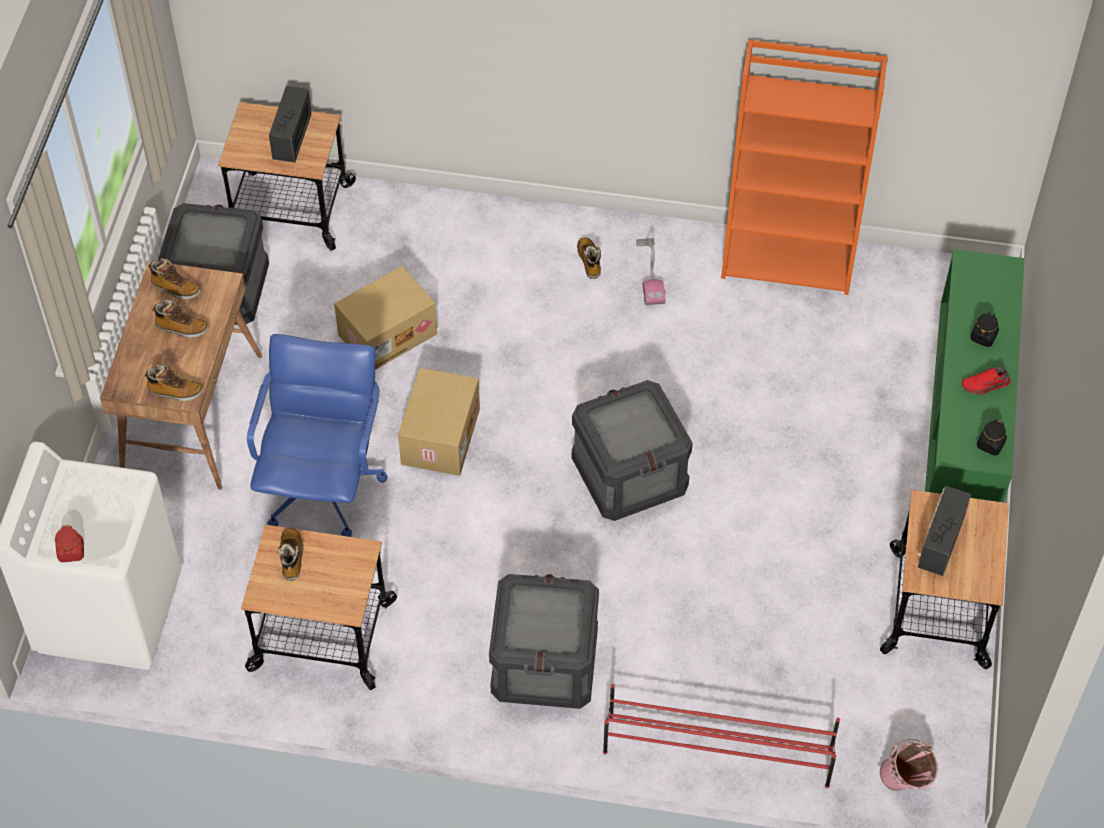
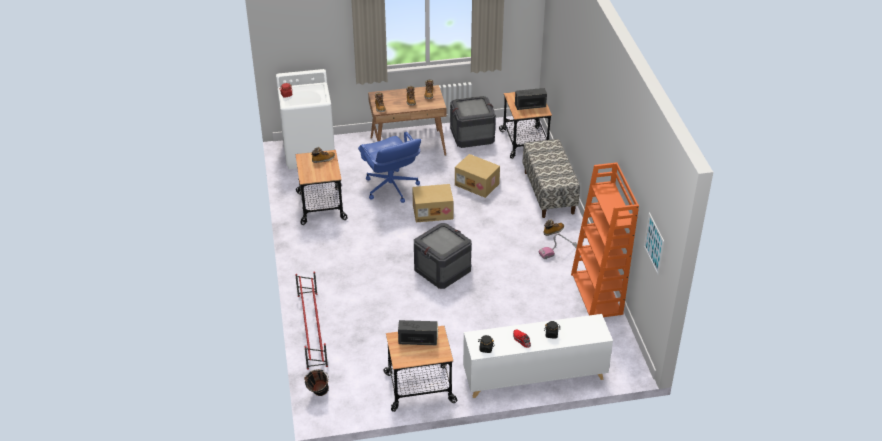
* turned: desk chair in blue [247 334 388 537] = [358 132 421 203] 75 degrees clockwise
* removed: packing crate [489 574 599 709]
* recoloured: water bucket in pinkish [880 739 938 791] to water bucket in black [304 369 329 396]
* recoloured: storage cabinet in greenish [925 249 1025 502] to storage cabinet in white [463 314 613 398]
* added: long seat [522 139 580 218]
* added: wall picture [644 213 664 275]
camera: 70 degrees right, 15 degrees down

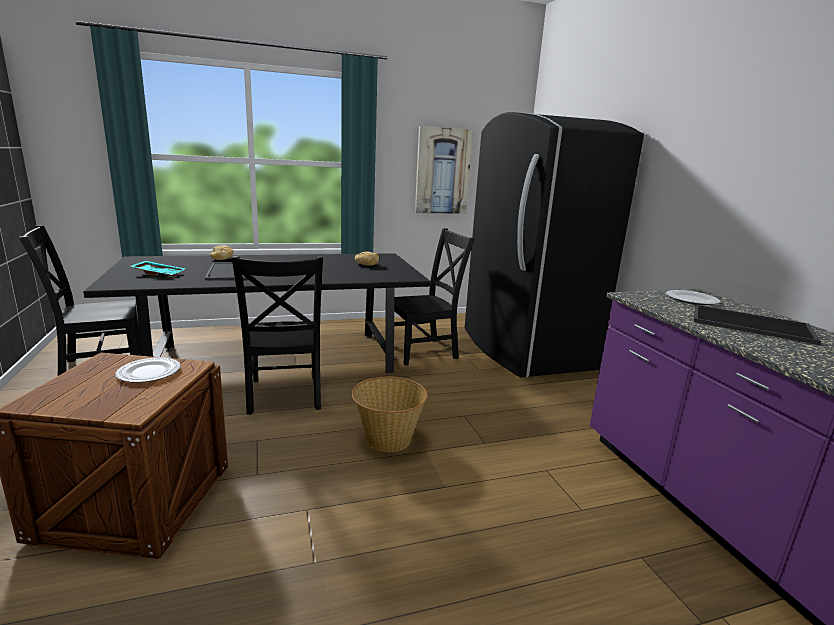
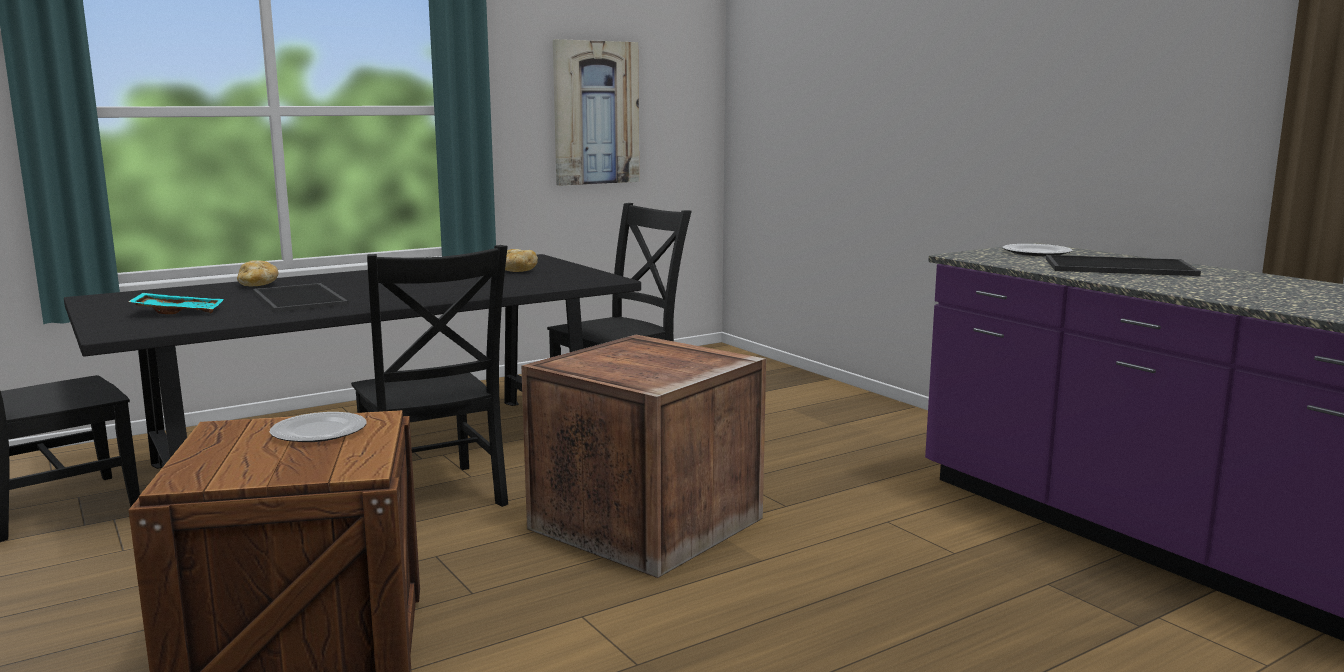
* replaced: basket [351 376 428 452] to packing crate [521 335 766 578]
* removed: fridge in black [465 112 644 378]
camera: 15 degrees left, 5 degrees down

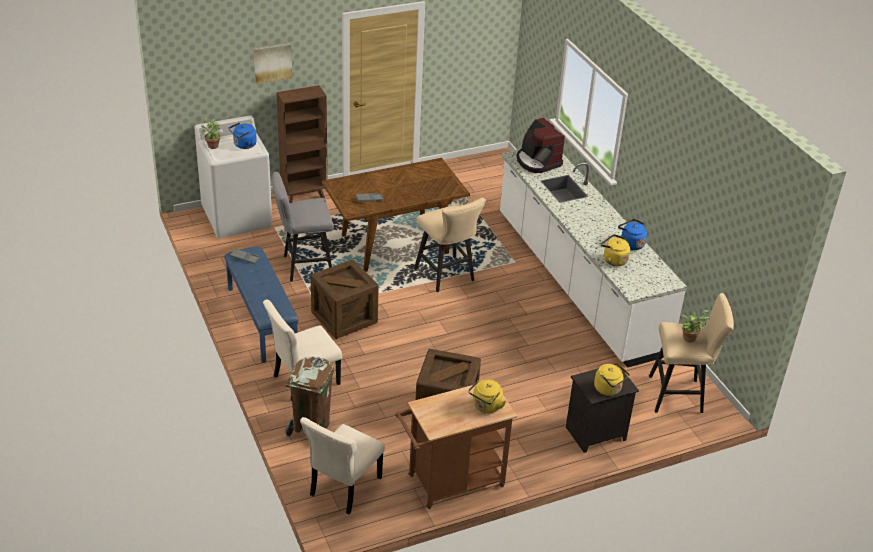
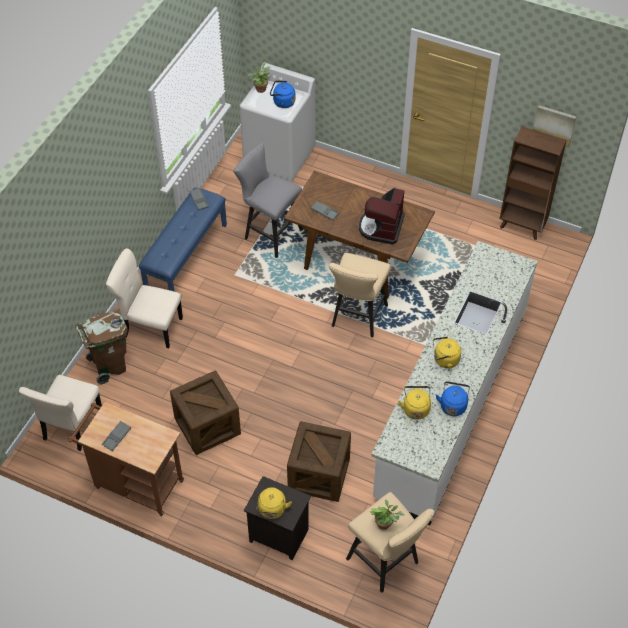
* moved: wall picture [254 43 292 84] to [533 105 577 147]
* moved: bookshelf in brownish [276 85 328 203] to [500 126 567 240]
* turned: chair in beige-coloured [300 417 385 514] = [19 374 102 451] 60 degrees counterclockwise
* moved: packing crate [310 259 379 339] to [287 421 351 502]
* moved: kettle in yellow-coloured [468 379 506 413] to [433 337 461 369]
* moved: coffee brewer [517 118 565 173] to [359 188 405 245]
* added: carrying tray in gray [102 421 131 451]
camera: 50 degrees right, 15 degrees up

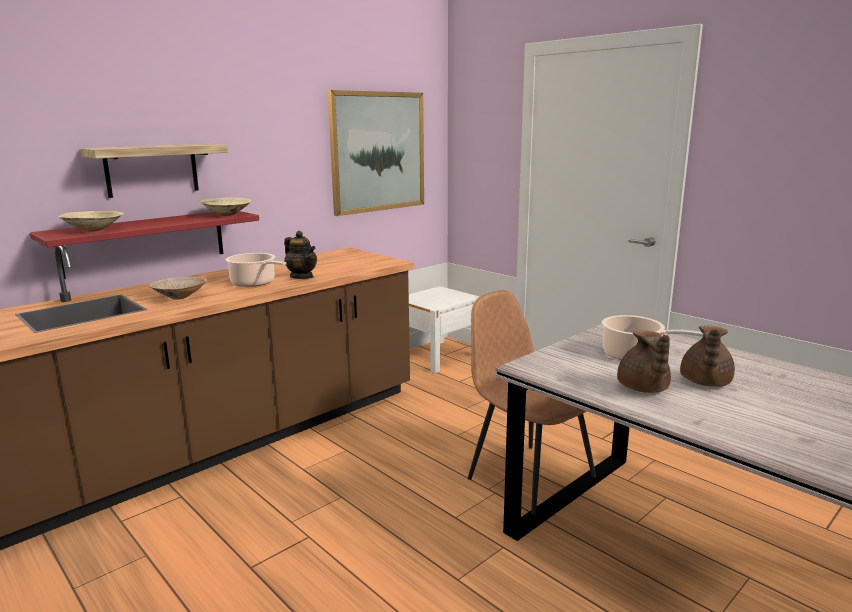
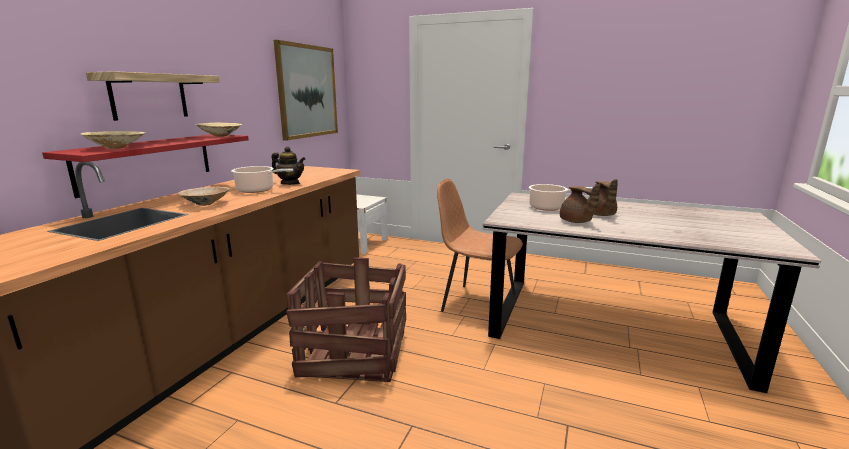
* added: packing crate [286 257 406 382]
camera: 25 degrees left, 0 degrees up

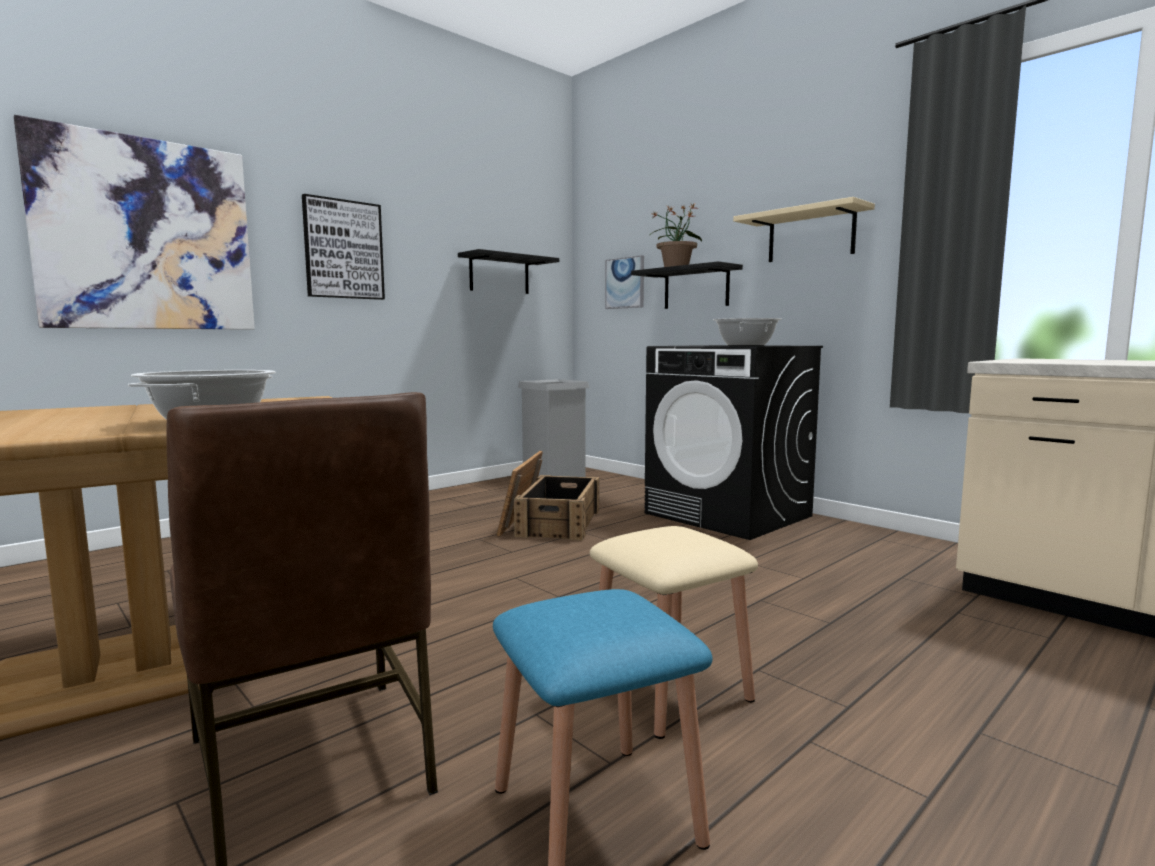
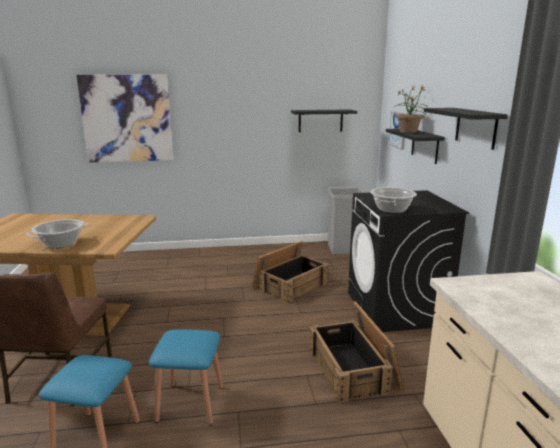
* removed: wall picture [302 194 385 300]
* recoloured: stool seat in beige-coloured [590 526 758 739] to stool seat in blue [149 329 223 426]
* recoloured: bracket shelf in beige-coloured [733 197 875 262] to bracket shelf in black [424 108 508 150]
* added: packing crate [309 301 404 403]
camera: 35 degrees right, 10 degrees up

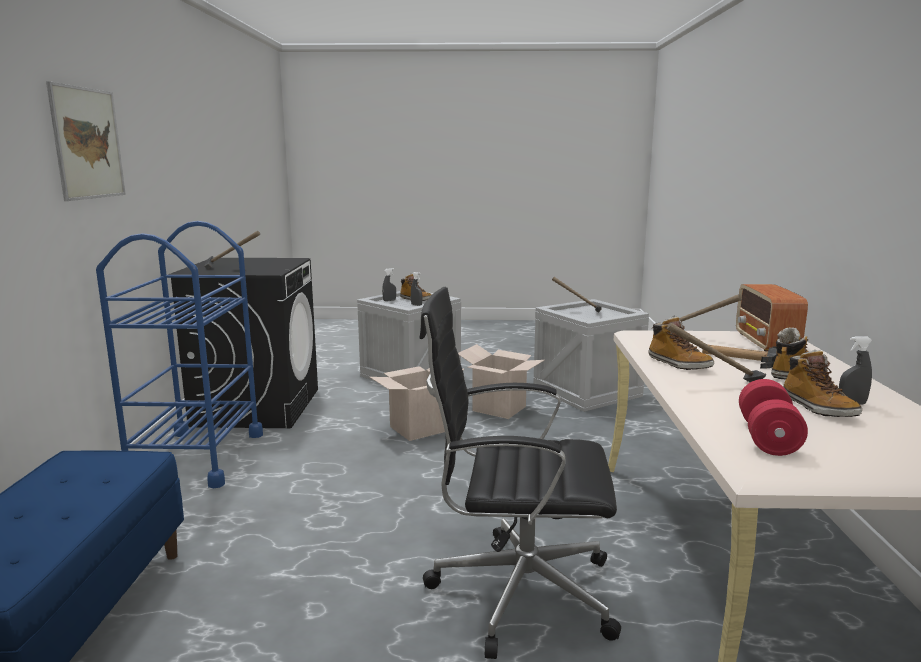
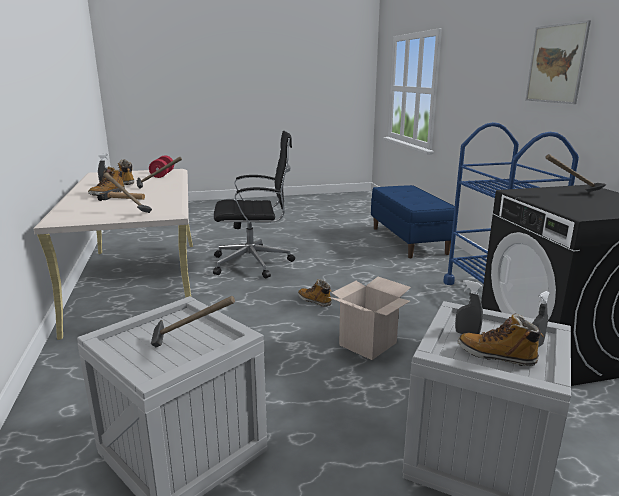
* removed: cardboard box [458 344 545 419]
* moved: high-top boot [648 316 714 370] to [298 279 332 307]
* removed: radio set [736 284 808 352]
camera: 165 degrees right, 5 degrees up

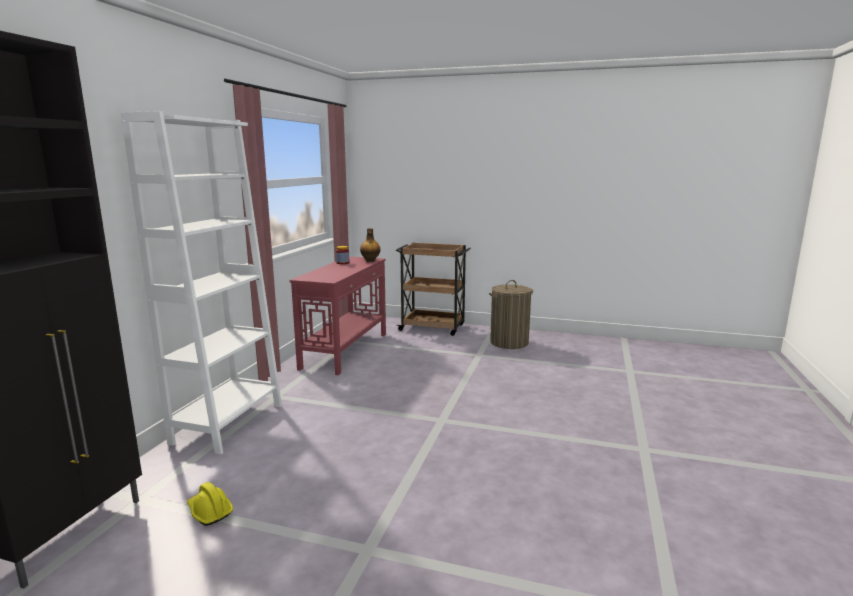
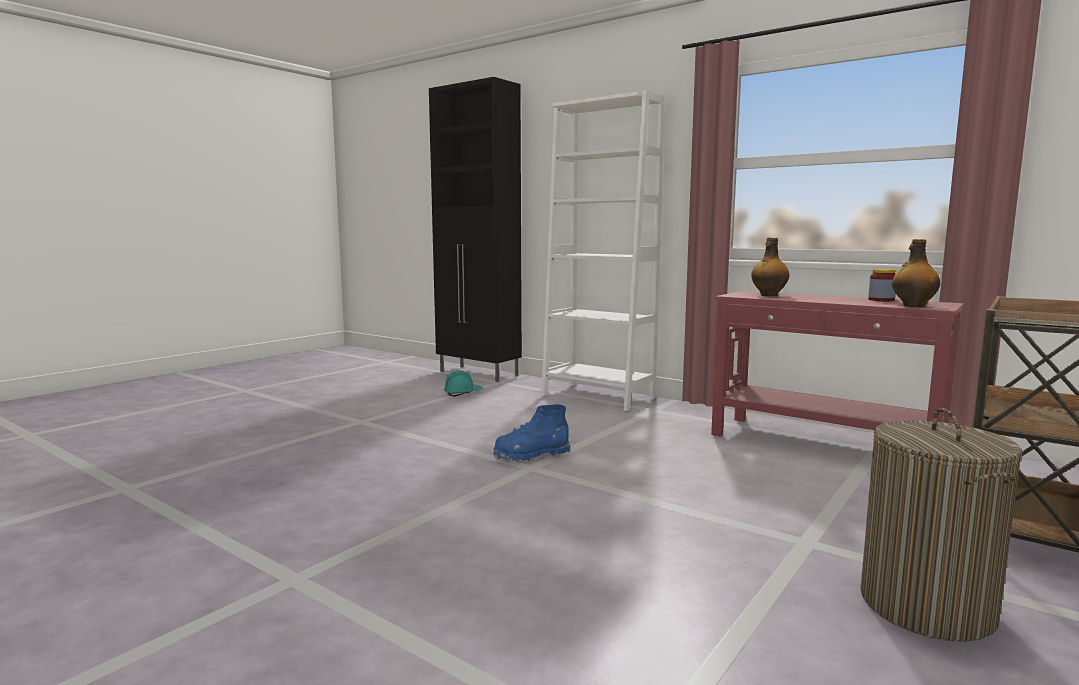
* recoloured: hard hat in yellow-coloured [187 482 233 526] to hard hat in blue-green [444 371 483 397]
* added: high-top boot in blue [493 404 571 463]
* added: beverage bottle [752 238 789 296]
camera: 110 degrees right, 5 degrees down

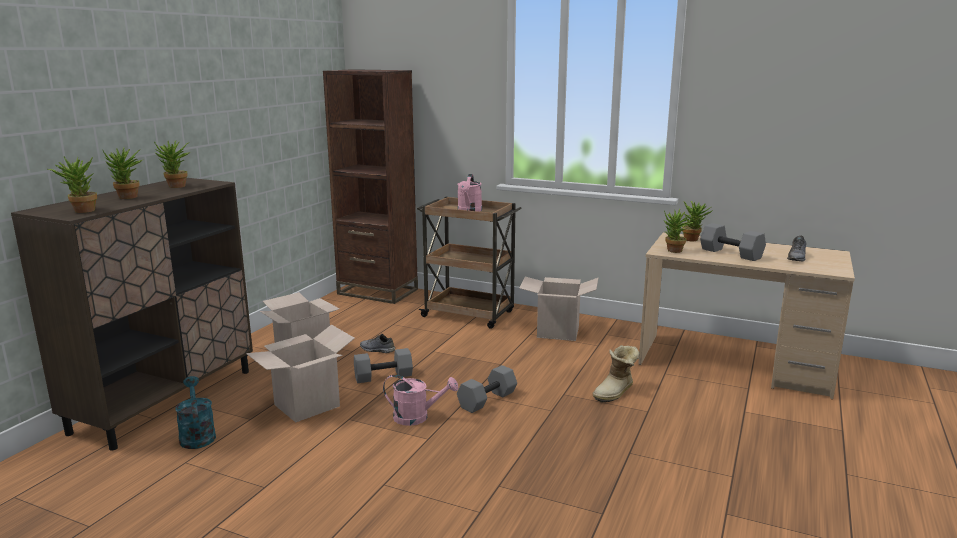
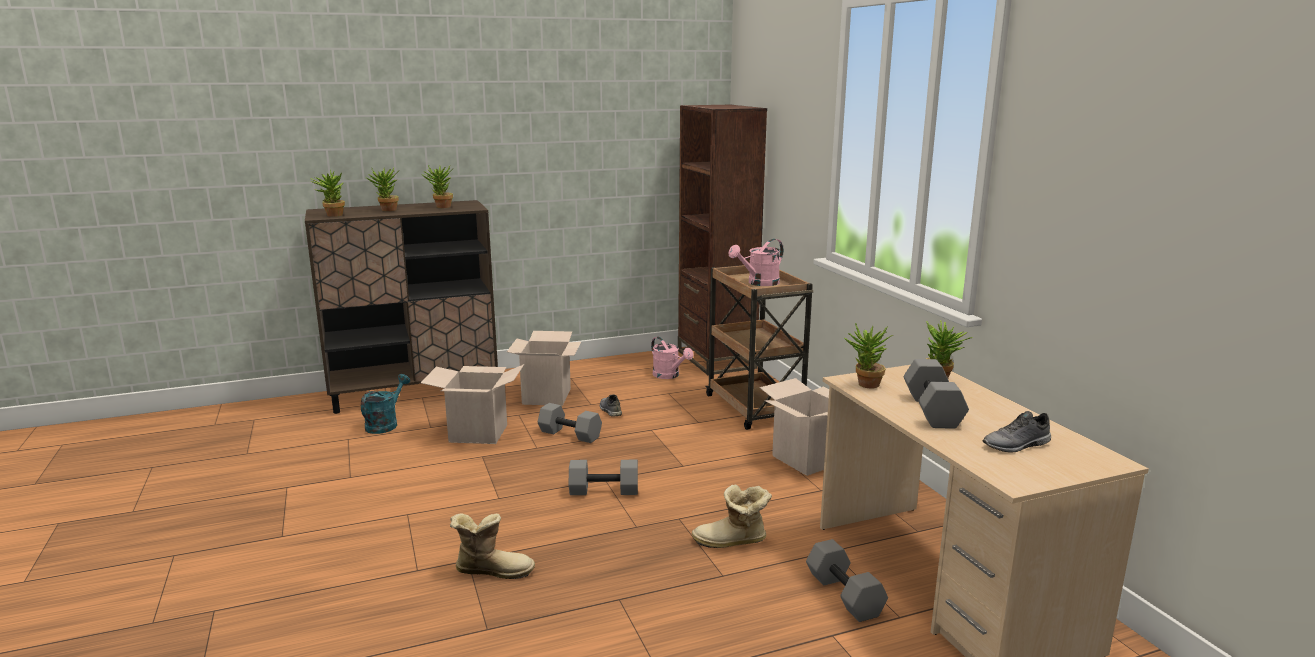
* moved: sprinkling can in pinkish [383 375 458 426] to [651 337 693 379]
* added: high-top boot [450 513 535 579]
* added: dumbbell in gray [806 539 888 622]
camera: 45 degrees right, 0 degrees up

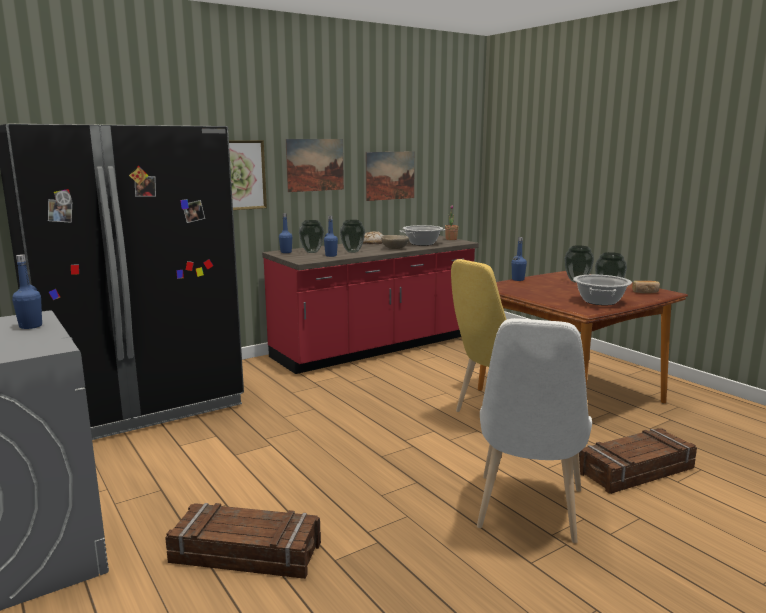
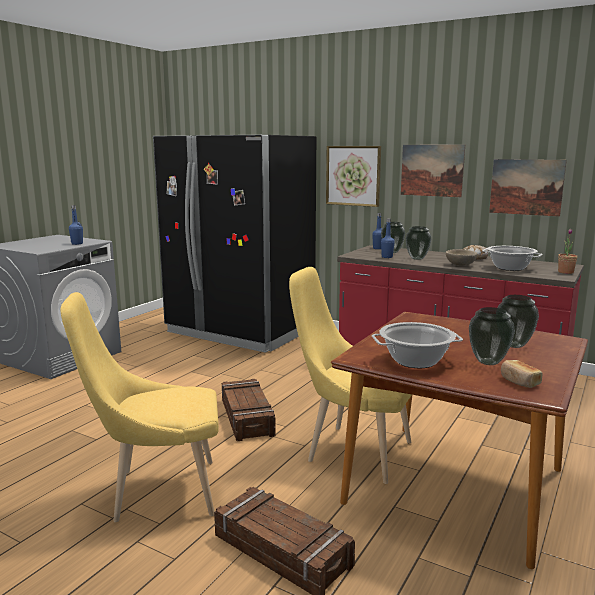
* moved: packing crate [165 503 321 579] to [222 379 276 441]
* recoloured: chair in white [477 318 592 543] to chair in yellow-coloured [60 292 219 522]
* removed: beverage bottle in blue [512 237 527 281]
camera: 65 degrees right, 0 degrees up

